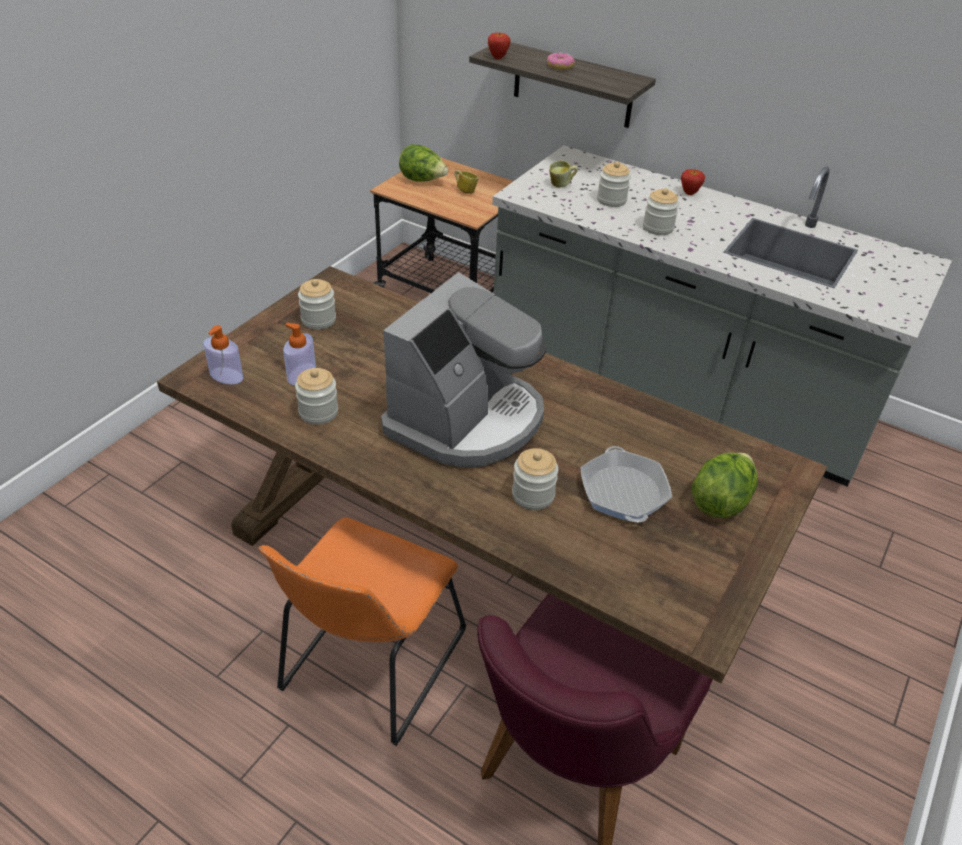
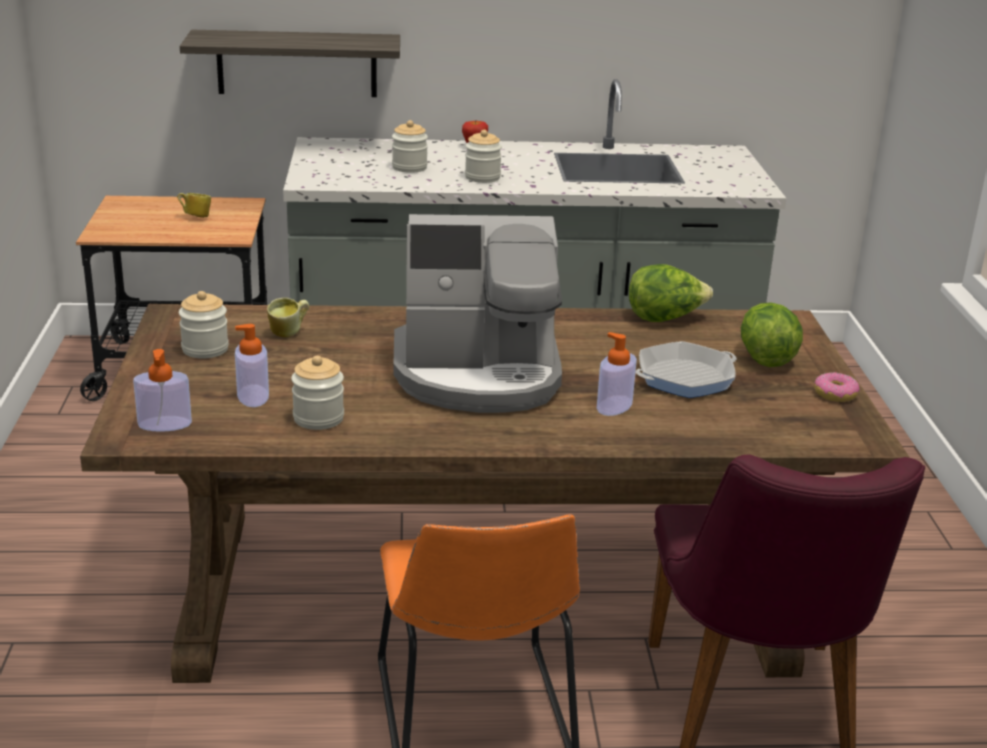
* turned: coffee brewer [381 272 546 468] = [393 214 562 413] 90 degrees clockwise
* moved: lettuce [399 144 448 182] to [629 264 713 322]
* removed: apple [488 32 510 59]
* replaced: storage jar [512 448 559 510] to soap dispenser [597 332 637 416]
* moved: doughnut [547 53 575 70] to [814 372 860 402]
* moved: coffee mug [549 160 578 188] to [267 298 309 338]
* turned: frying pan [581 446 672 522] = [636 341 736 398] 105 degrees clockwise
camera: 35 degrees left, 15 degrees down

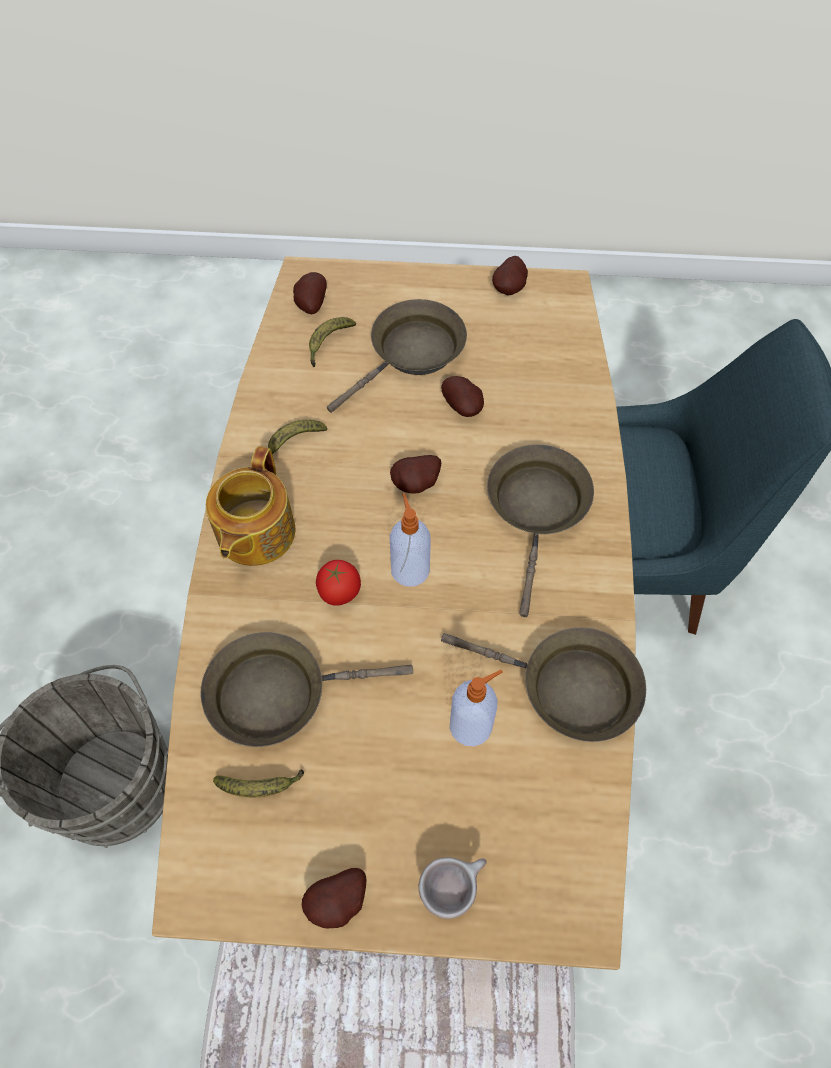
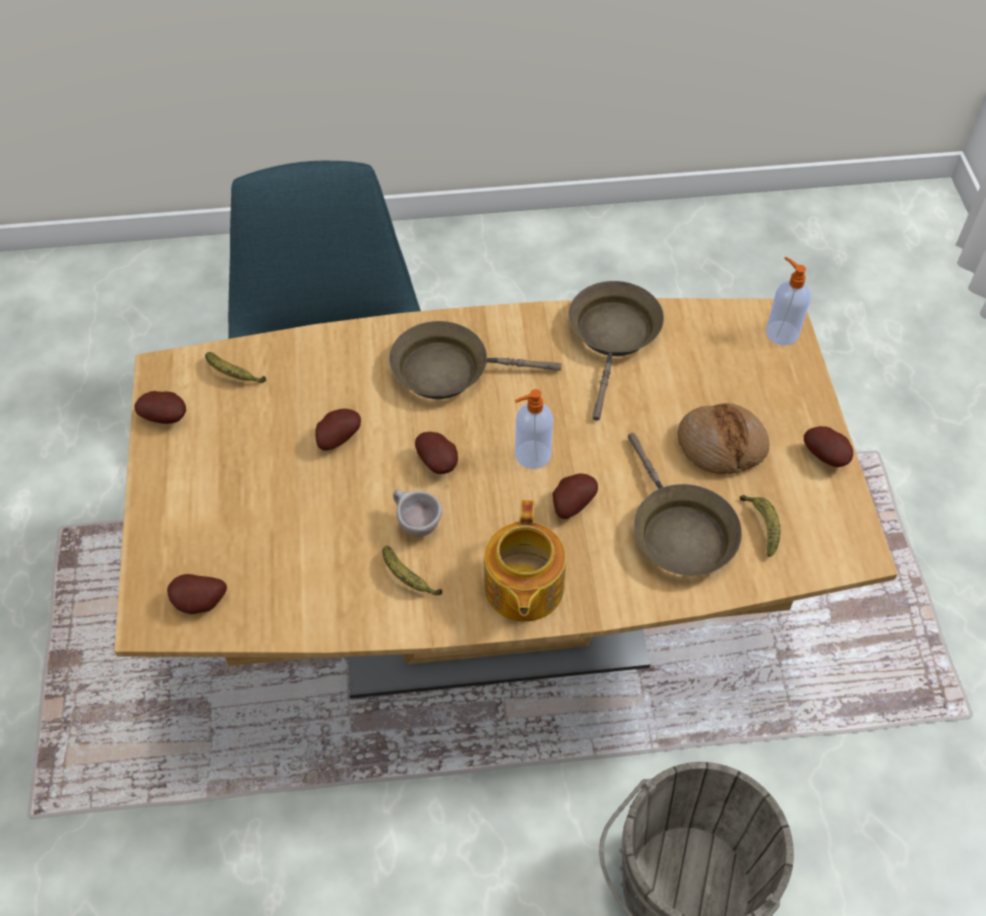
* turned: tea pot [206 447 295 566] = [484 500 566 622] 90 degrees clockwise
* moved: whole banana [309 317 356 367] to [205 352 266 383]
* replaced: whole tomato [316 560 361 606] to whole potato [552 474 598 519]
* removed: frying pan in brownish [327 299 467 413]
* moved: small cup in beige-coloured [419 857 487 919] to [393 490 442 537]
* moved: soap dispenser [450 670 503 746] to [766 257 811 346]
* added: baked bread [678 403 769 474]
camera: 100 degrees left, 5 degrees down

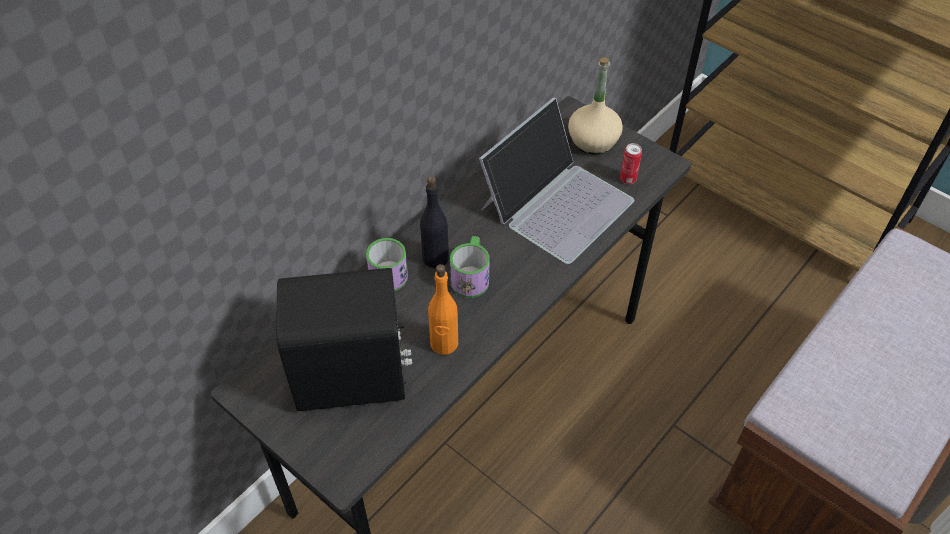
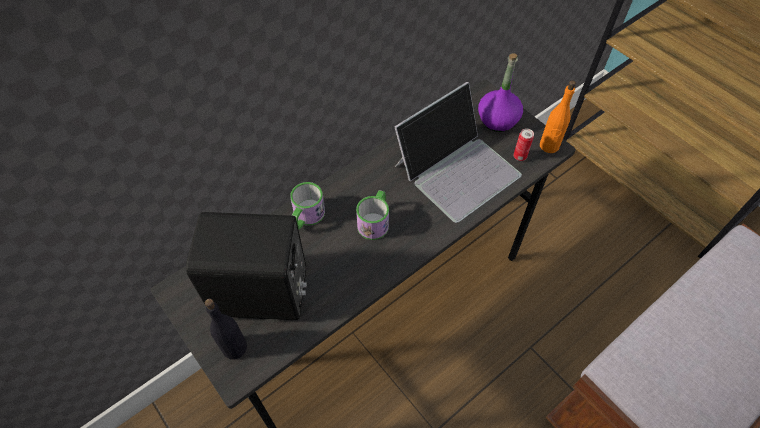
* moved: beverage bottle in black [420 177 449 268] to [205 299 247 360]
* moved: beverage bottle in orangey [428 264 458 355] to [540 80 576 153]
* recoloured: beverage bottle in beige-coloured [568 57 623 155] to beverage bottle in purple [478 53 523 132]
camera: 10 degrees right, 5 degrees up

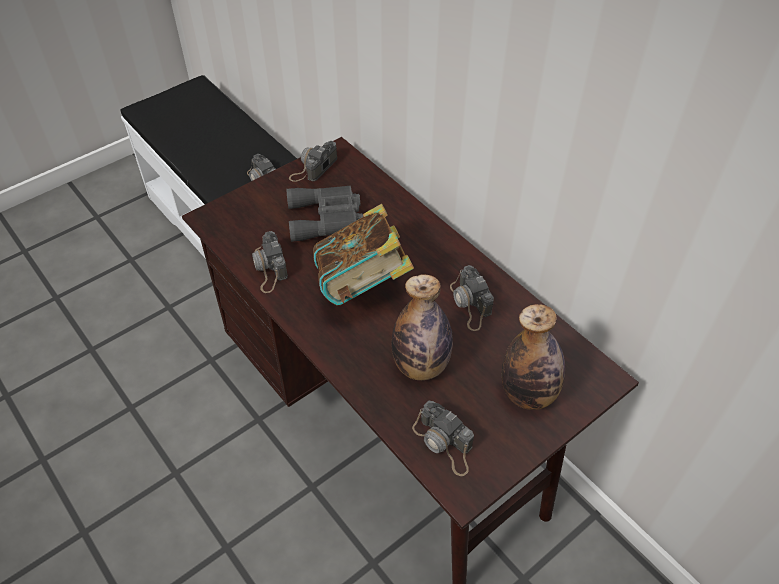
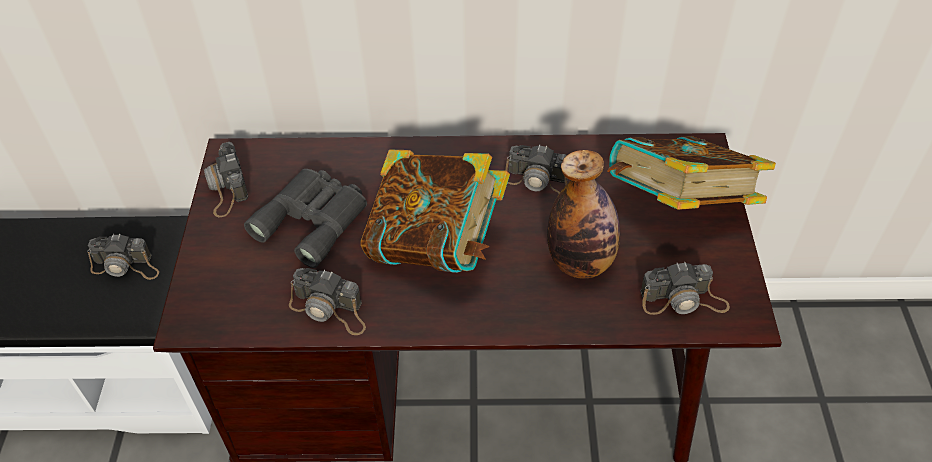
* replaced: beverage bottle [501 304 565 410] to volume [607 137 776 210]
camera: 50 degrees left, 0 degrees up

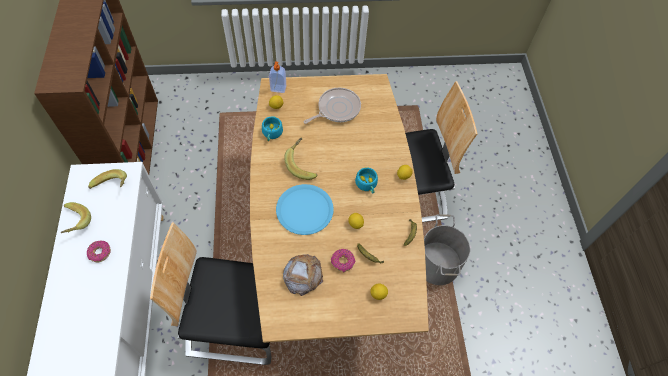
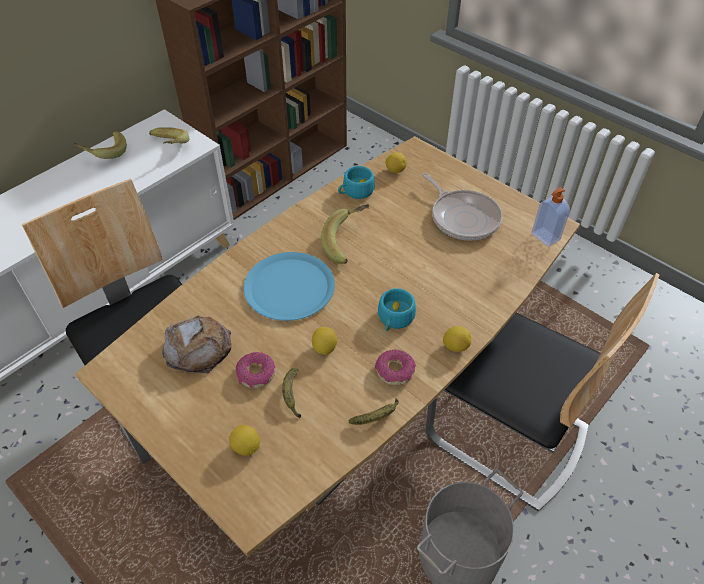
* moved: doughnut [87 241 111 263] to [375 349 416 385]
* moved: soap dispenser [269 62 286 93] to [532 187 570 247]
* turned: frying pan [304 88 361 124] = [422 173 502 241] 45 degrees clockwise
camera: 50 degrees right, 10 degrees down

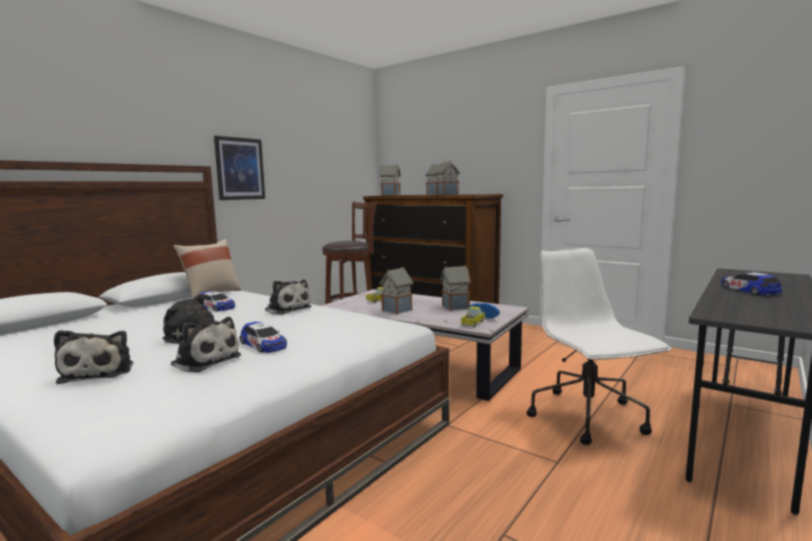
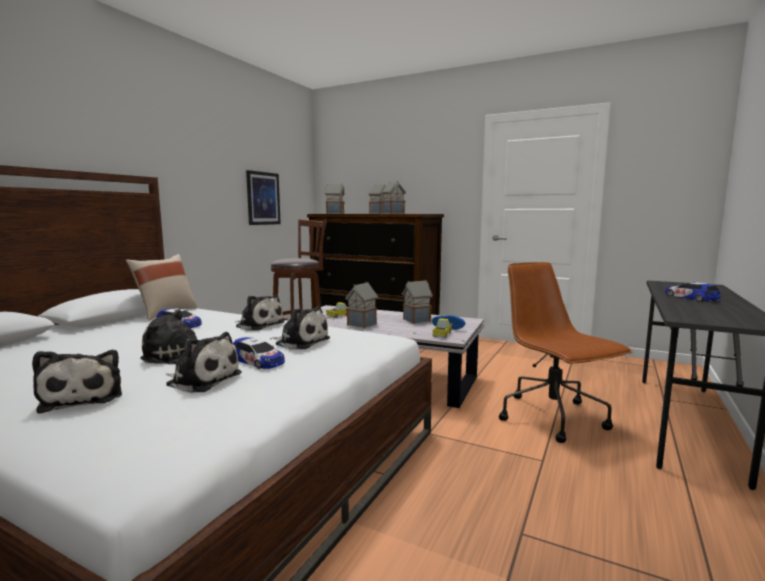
* moved: wall picture [214 136 265 200] to [246 170 281 225]
* recoloured: desk chair in white [527 248 672 445] to desk chair in brownish [499 262 633 443]
* added: plush toy [270 306 330 349]
camera: 10 degrees left, 0 degrees up

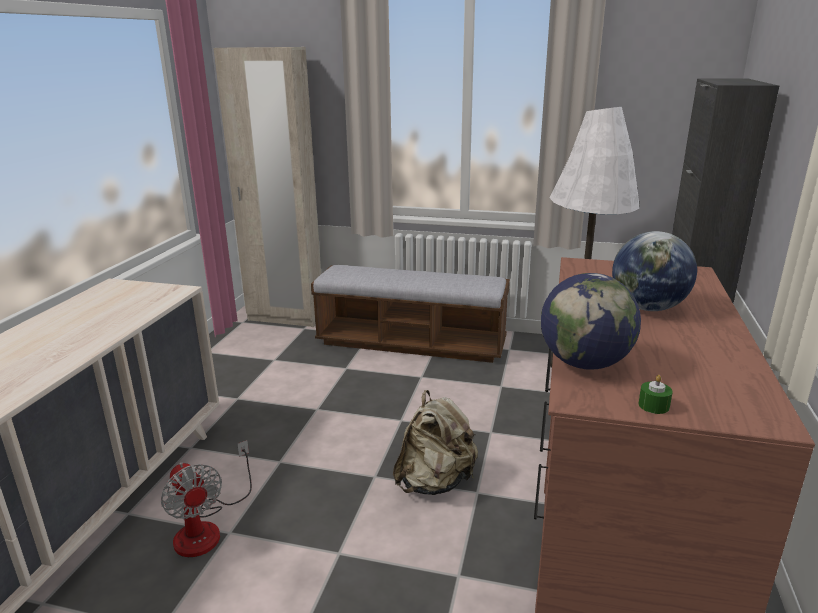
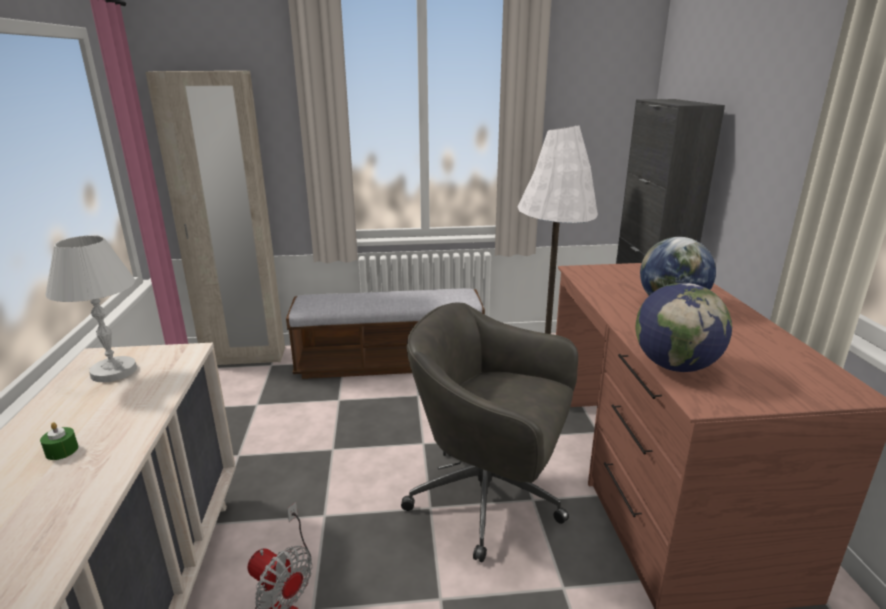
* replaced: backpack in beige-coloured [393 390 478 495] to desk chair in gray [401 302 578 562]
* moved: wax candle in greenish [638 375 673 414] to [40 422 78 460]
* added: tabletop lamp in white [45 235 137 382]
camera: 20 degrees left, 0 degrees up

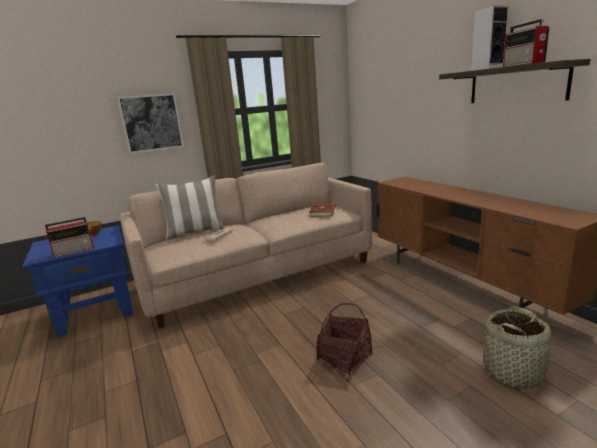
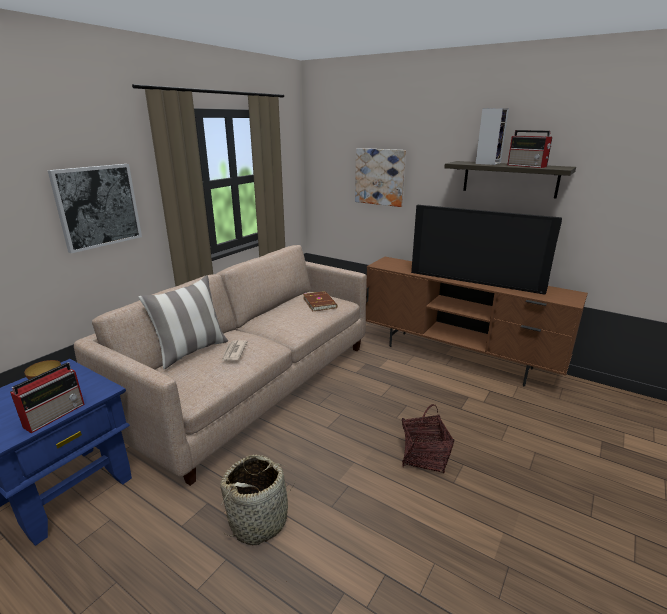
* moved: basket [483 306 554 389] to [220 455 295 545]
* added: wall picture [355 148 406 207]
* added: TV [411 205 562 295]
camera: 30 degrees left, 5 degrees up

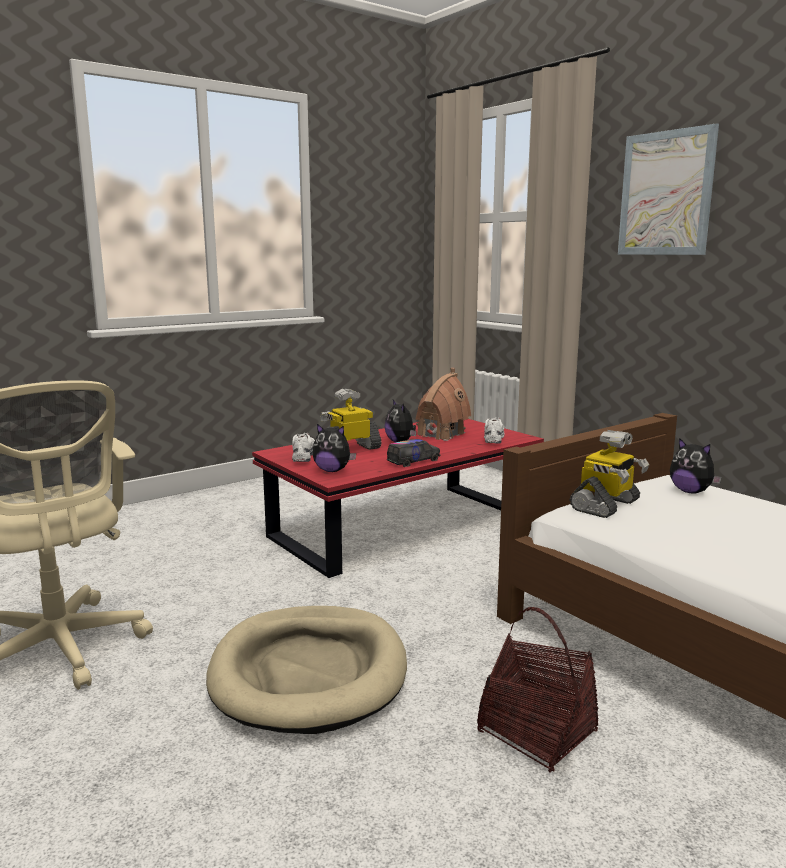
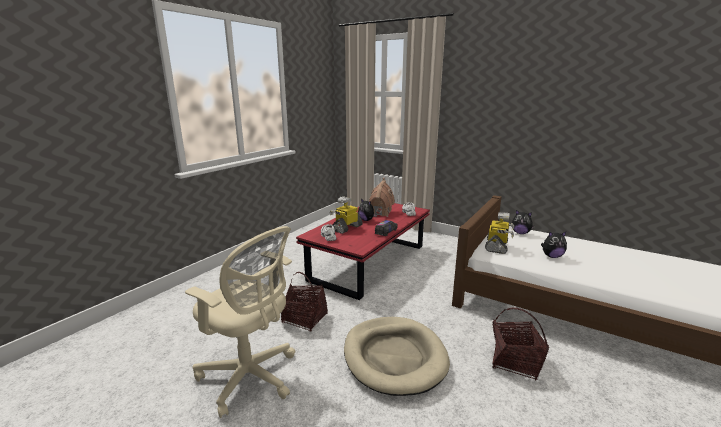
* moved: plush toy [312 424 356 472] to [541 232 567 258]
* removed: wall picture [618 123 719 255]
* added: basket [281 272 328 332]
camera: 20 degrees left, 5 degrees up

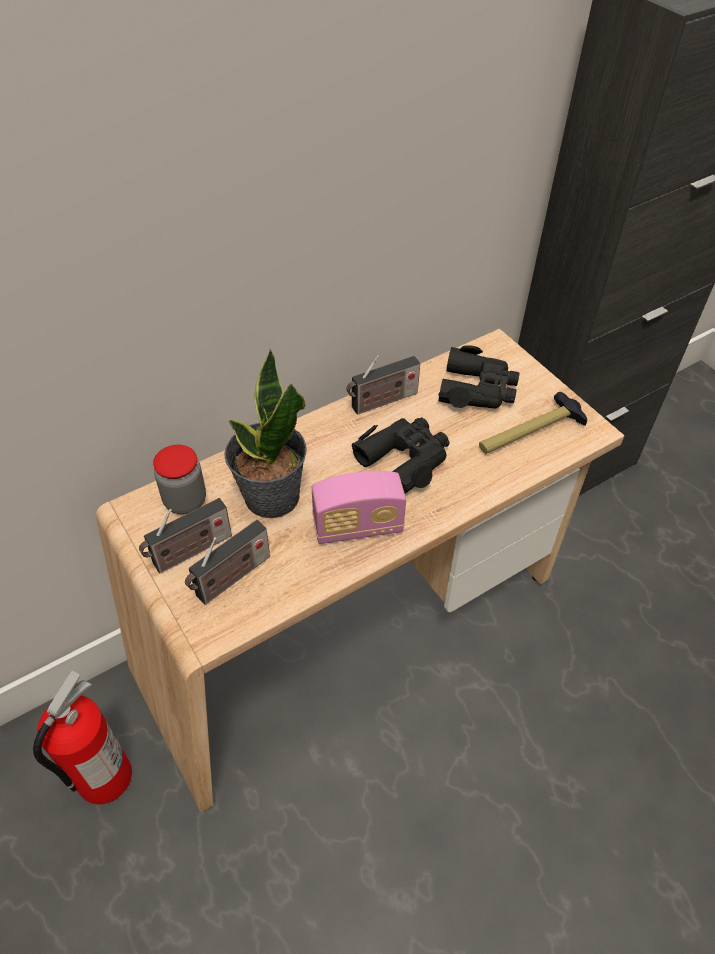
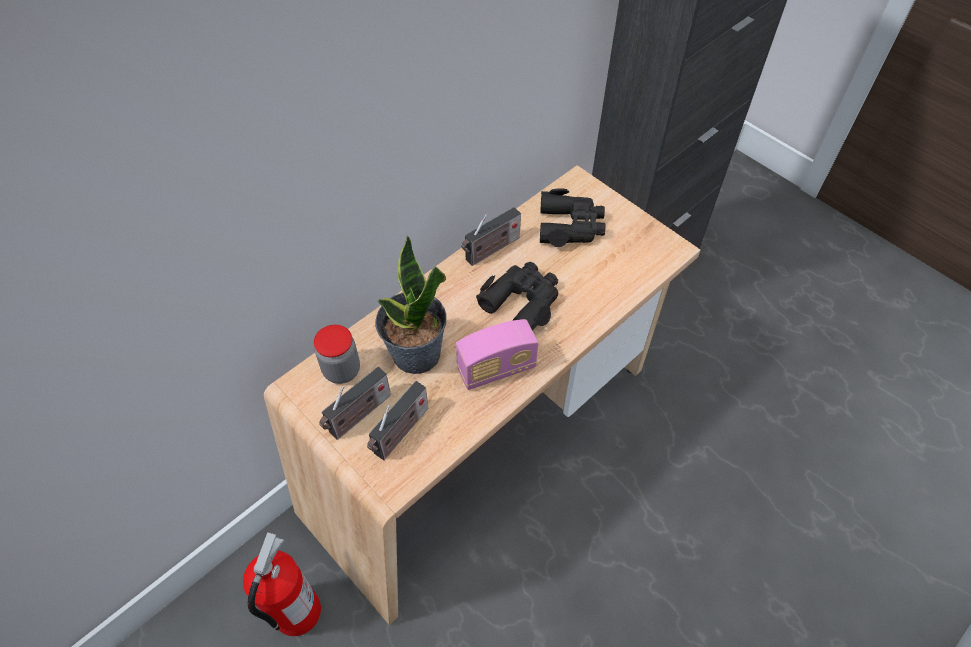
* removed: hammer [479 392 587 454]
camera: 10 degrees left, 5 degrees up

